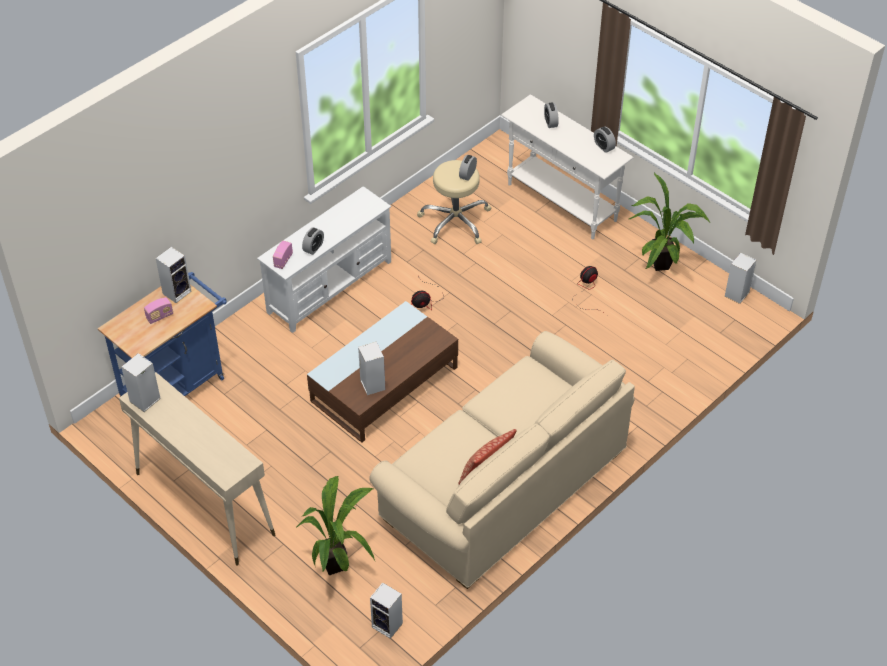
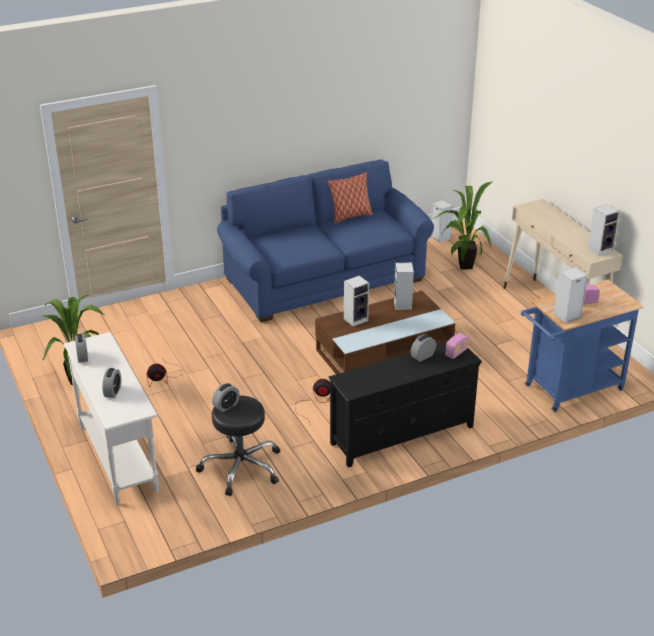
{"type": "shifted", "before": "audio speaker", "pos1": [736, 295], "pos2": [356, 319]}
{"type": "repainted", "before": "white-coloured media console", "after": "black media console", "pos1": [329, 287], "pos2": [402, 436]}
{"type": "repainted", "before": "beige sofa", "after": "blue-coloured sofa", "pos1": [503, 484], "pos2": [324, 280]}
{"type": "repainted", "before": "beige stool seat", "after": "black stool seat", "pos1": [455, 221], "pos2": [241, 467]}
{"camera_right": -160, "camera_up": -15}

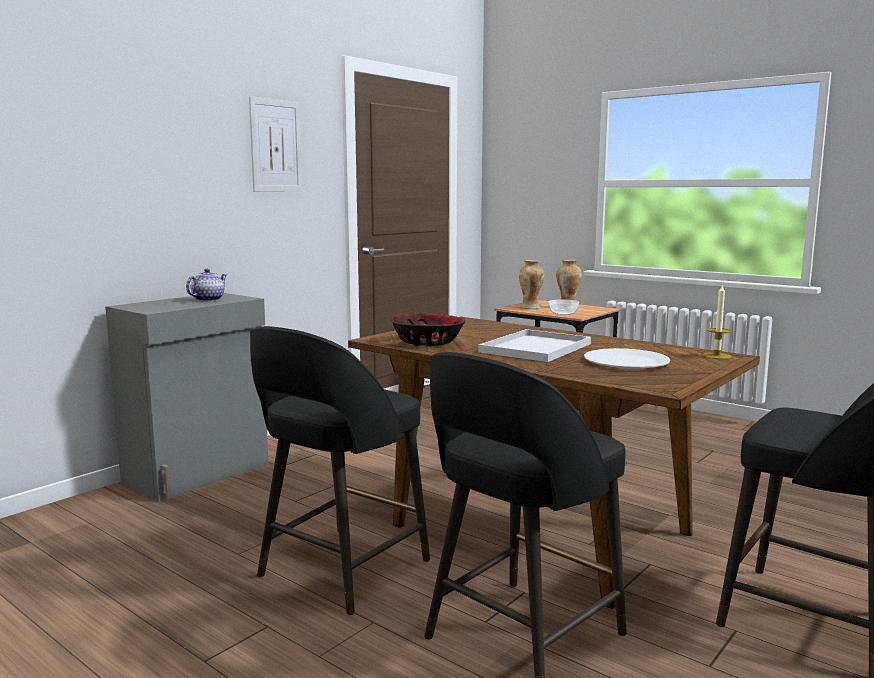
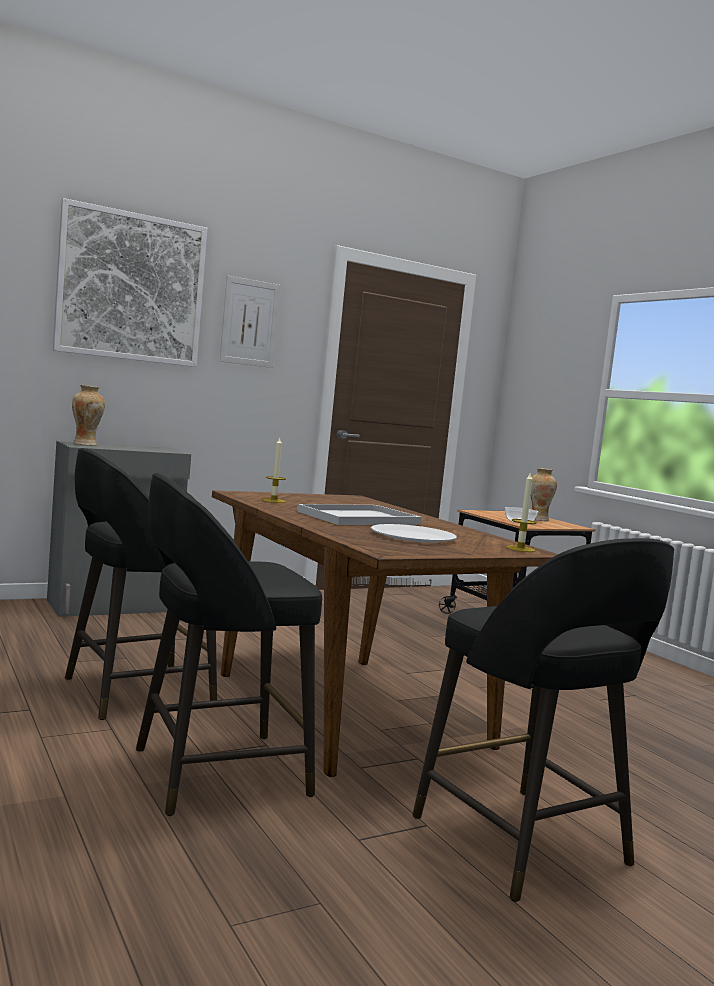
{"type": "gone", "before": "tea pot", "pos1": [208, 300]}
{"type": "new", "after": "wall picture", "pos2": [131, 287]}
{"type": "shifted", "before": "decorative vase", "pos1": [530, 308], "pos2": [86, 445]}
{"type": "swapped", "before": "serving bowl", "after": "wax candle", "pos1": [428, 342], "pos2": [273, 501]}
{"camera_right": 20, "camera_up": -5}

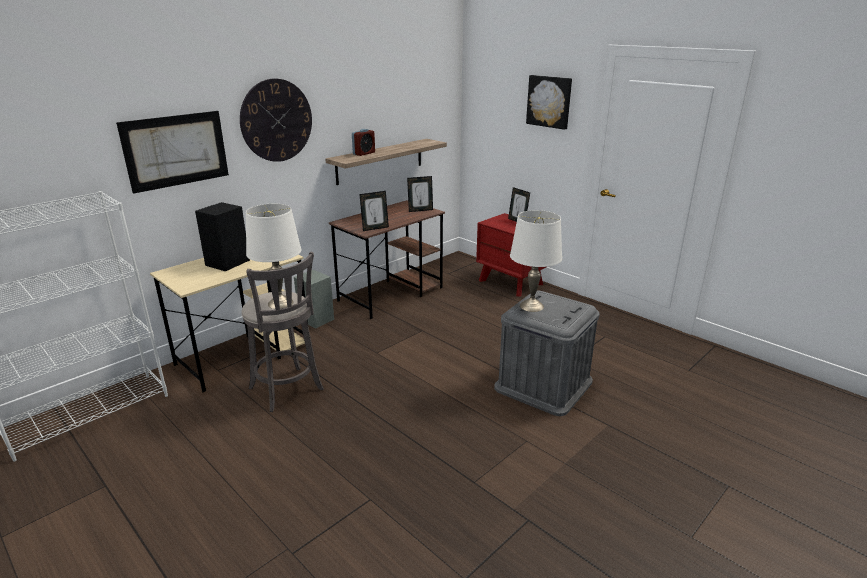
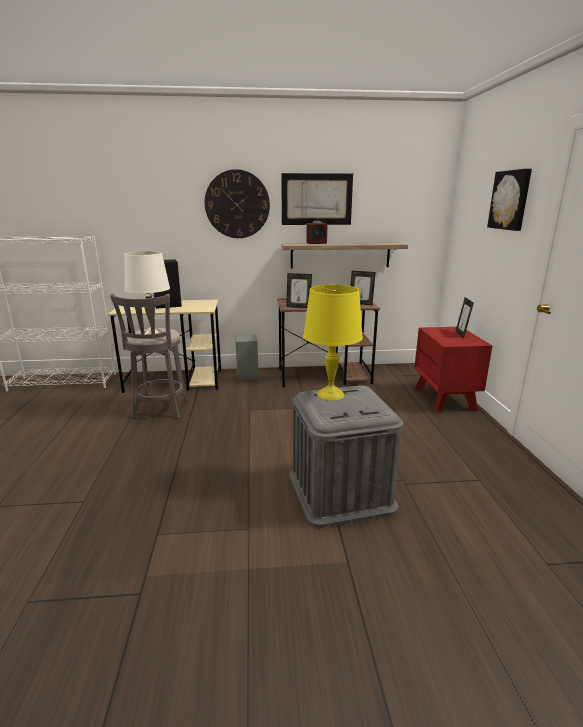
{"type": "shifted", "before": "wall picture", "pos1": [176, 150], "pos2": [316, 199]}
{"type": "repainted", "before": "white-coloured lamp for a table", "after": "yellow-coloured lamp for a table", "pos1": [531, 306], "pos2": [331, 394]}
{"camera_right": 40, "camera_up": -5}

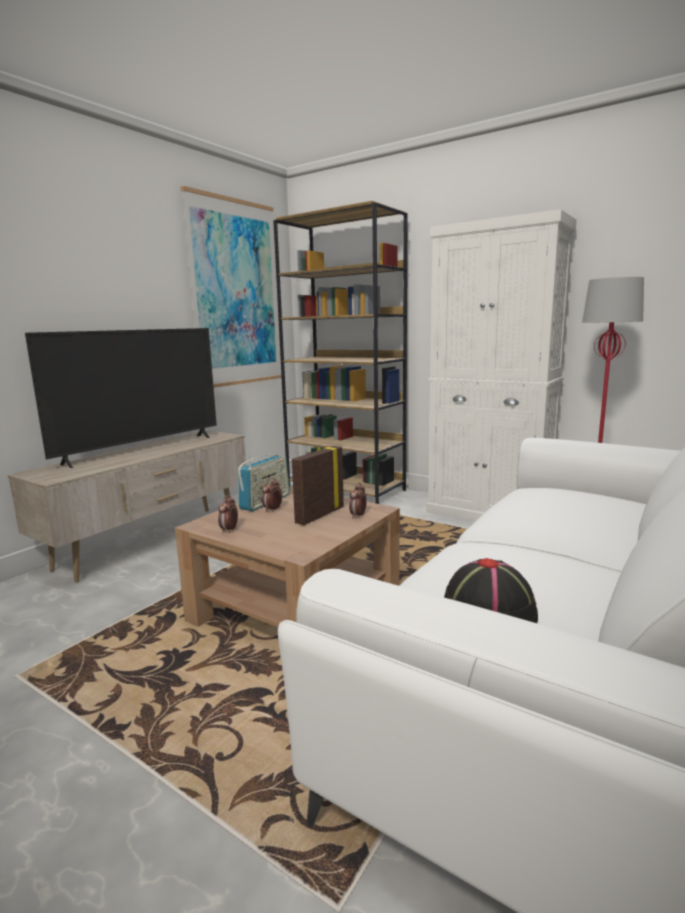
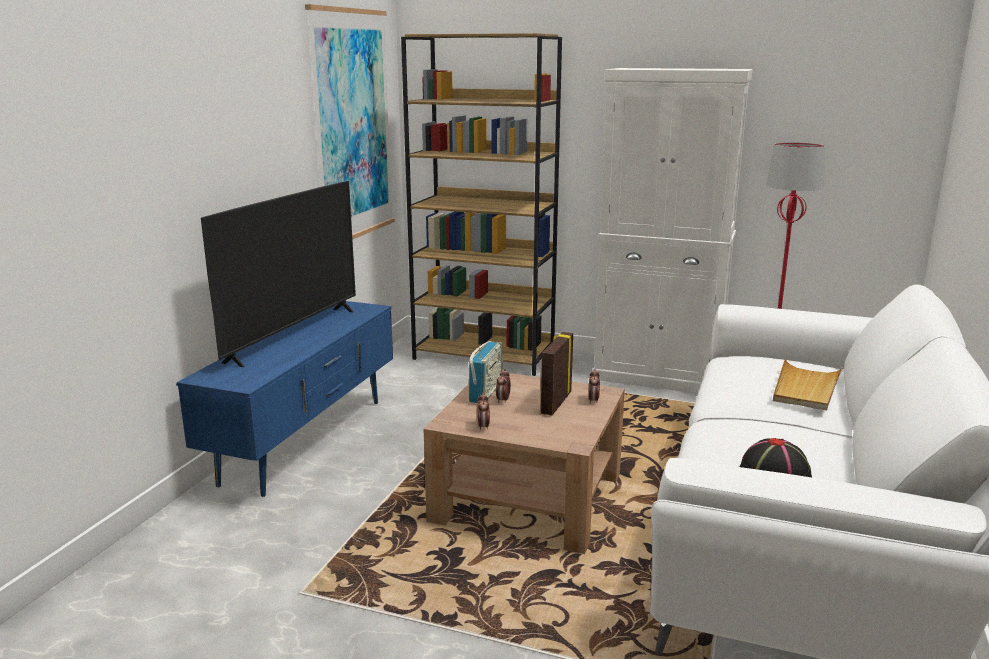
{"type": "new", "after": "beige tray", "pos2": [805, 388]}
{"type": "repainted", "before": "beige media console", "after": "blue-coloured media console", "pos1": [152, 541], "pos2": [306, 441]}
{"camera_right": -15, "camera_up": 5}

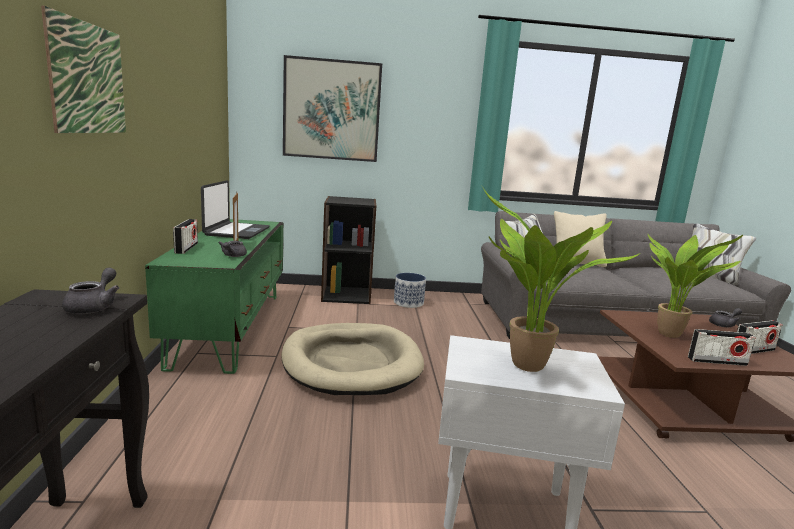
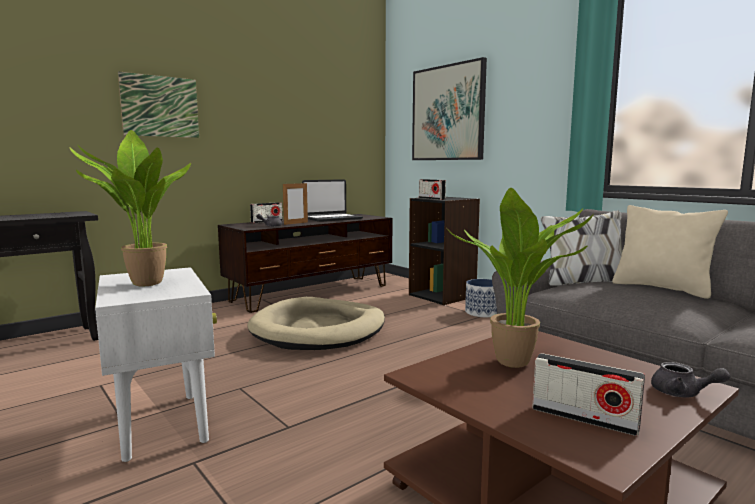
{"type": "gone", "before": "grey tea pot", "pos1": [94, 307]}
{"type": "shifted", "before": "radio set", "pos1": [717, 361], "pos2": [431, 199]}
{"type": "repainted", "before": "green-coloured media console", "after": "brownish media console", "pos1": [231, 327], "pos2": [312, 293]}
{"camera_right": 55, "camera_up": -5}

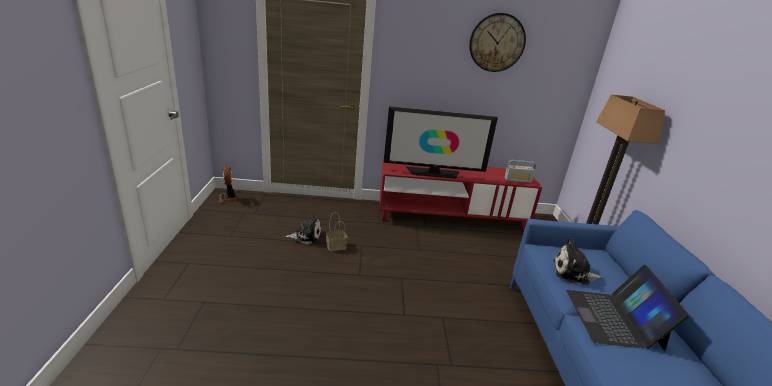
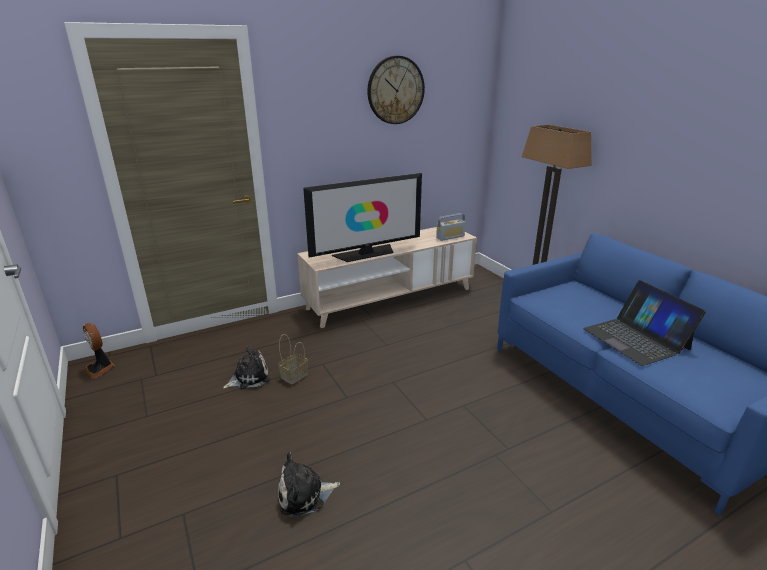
{"type": "shifted", "before": "soft toy", "pos1": [573, 273], "pos2": [304, 495]}
{"type": "repainted", "before": "reddish media console", "after": "beige media console", "pos1": [451, 217], "pos2": [390, 298]}
{"camera_right": -25, "camera_up": 0}

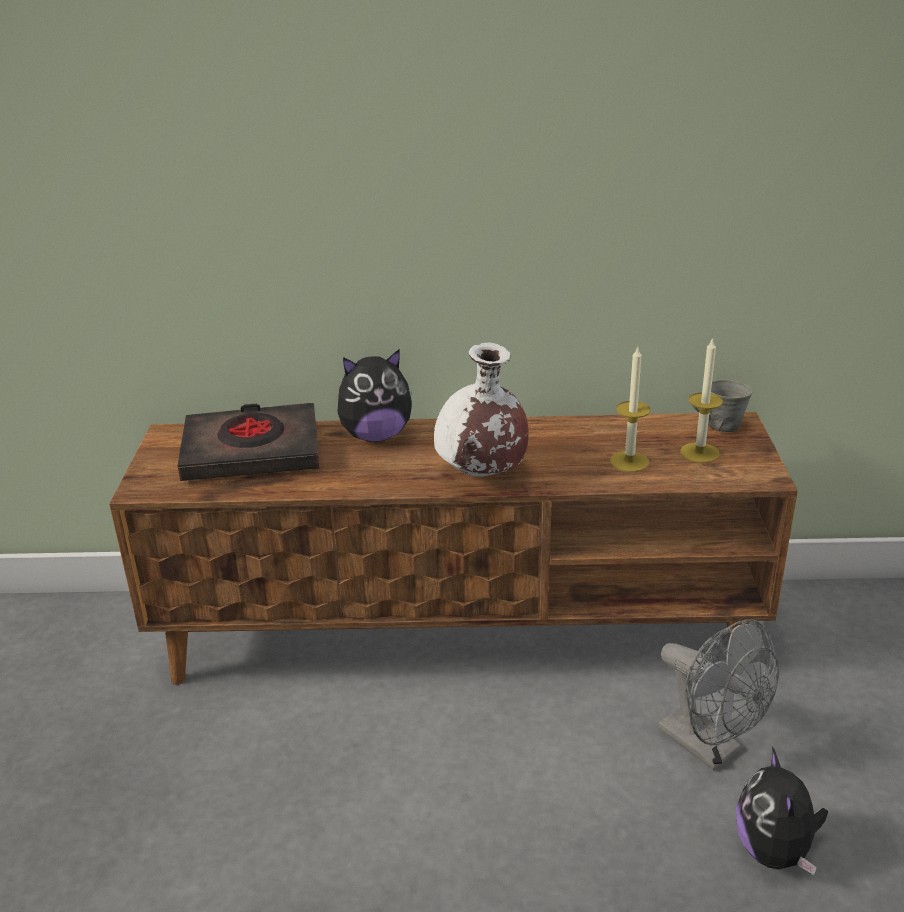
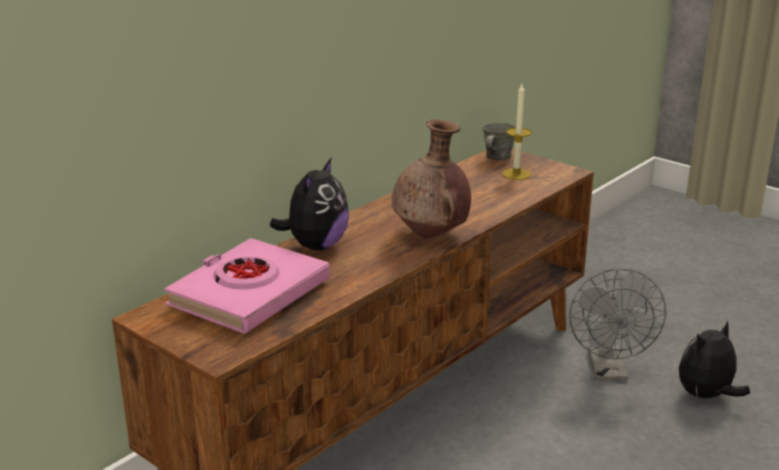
{"type": "gone", "before": "wax candle", "pos1": [629, 461]}
{"type": "repainted", "before": "black book", "after": "pinkish book", "pos1": [252, 451], "pos2": [249, 294]}
{"type": "repainted", "before": "white-coloured decorative vase", "after": "brownish decorative vase", "pos1": [481, 474], "pos2": [431, 235]}
{"type": "rotated", "before": "grey fan", "pos1": [709, 747], "pos2": [609, 371], "turn": 90}
{"type": "rotated", "before": "soft toy", "pos1": [775, 851], "pos2": [706, 396], "turn": 105}
{"camera_right": -50, "camera_up": -5}

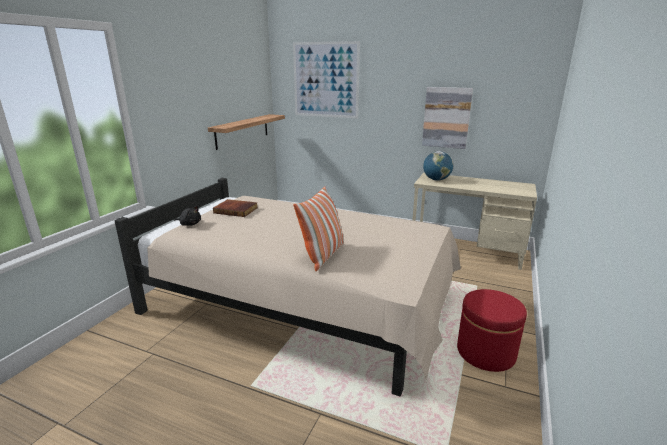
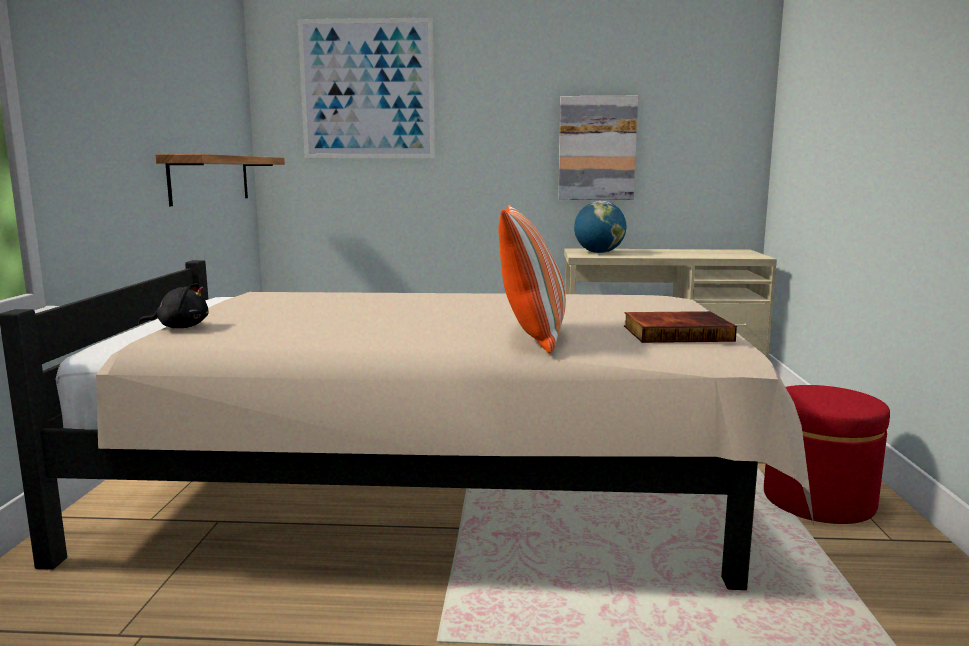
{"type": "shifted", "before": "book", "pos1": [236, 210], "pos2": [677, 333]}
{"camera_right": -20, "camera_up": -10}

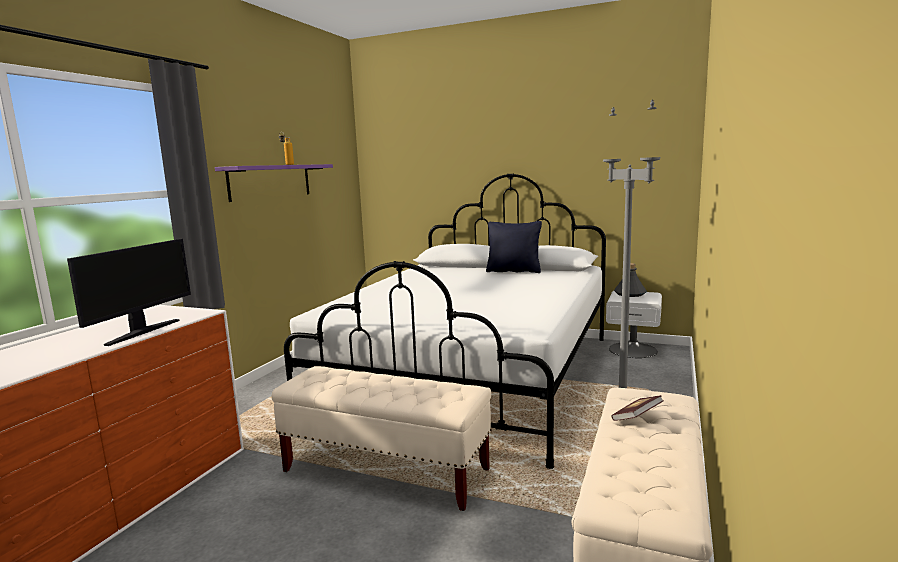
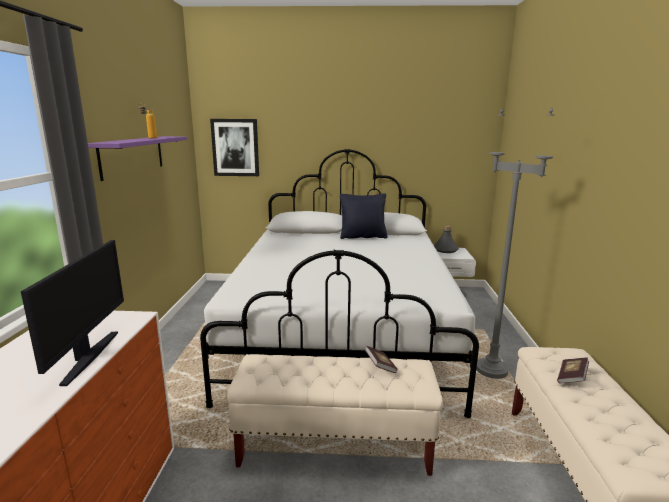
{"type": "new", "after": "wall picture", "pos2": [235, 147]}
{"type": "new", "after": "book", "pos2": [380, 366]}
{"camera_right": -20, "camera_up": 5}

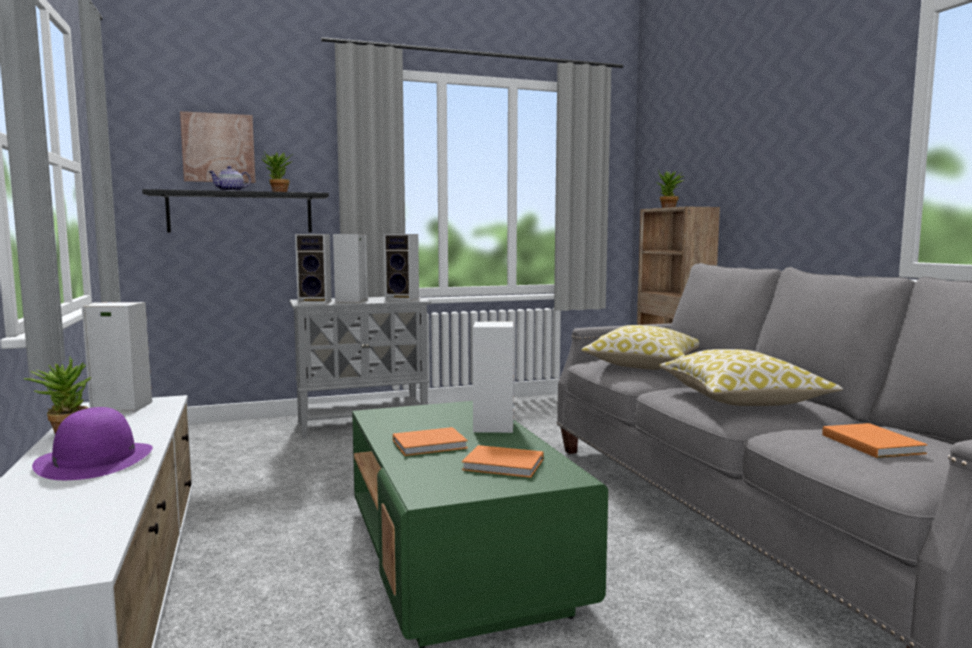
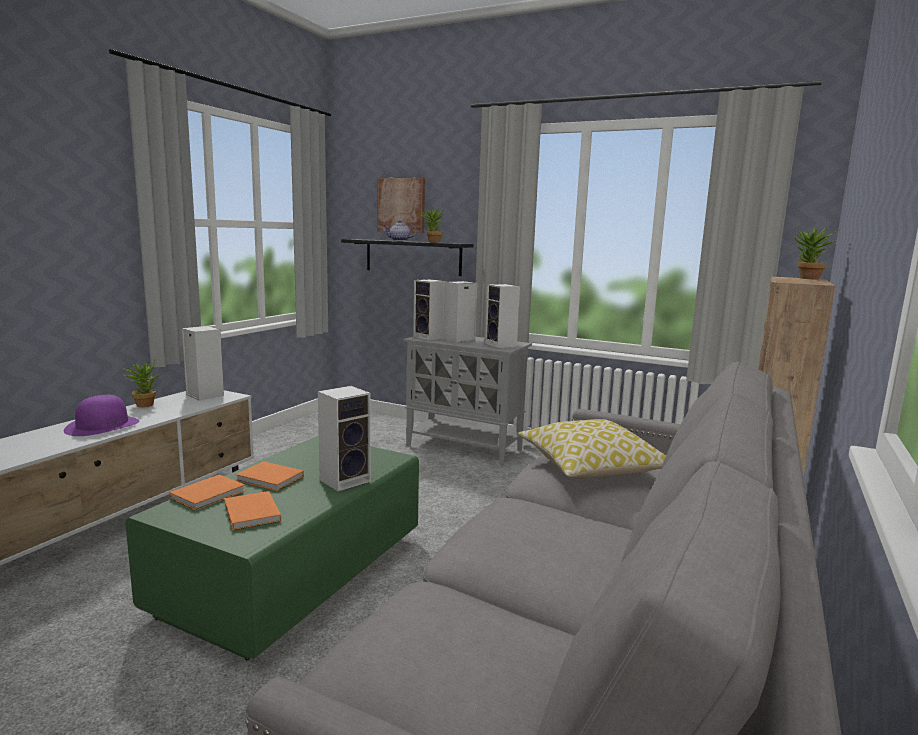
{"type": "gone", "before": "pillow", "pos1": [742, 399]}
{"type": "shifted", "before": "orange book", "pos1": [871, 443], "pos2": [210, 494]}
{"camera_right": 45, "camera_up": 5}

